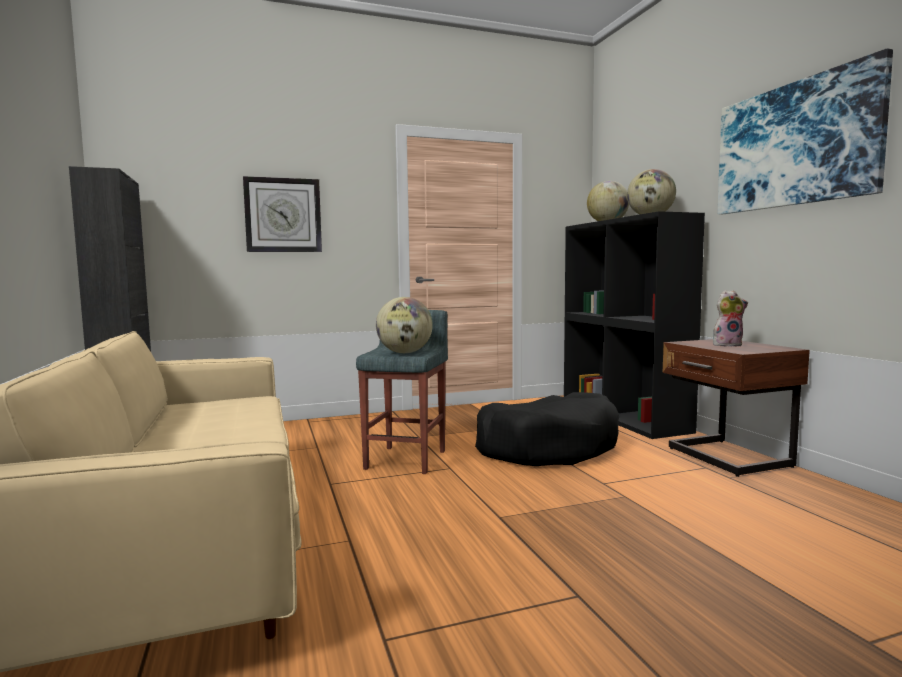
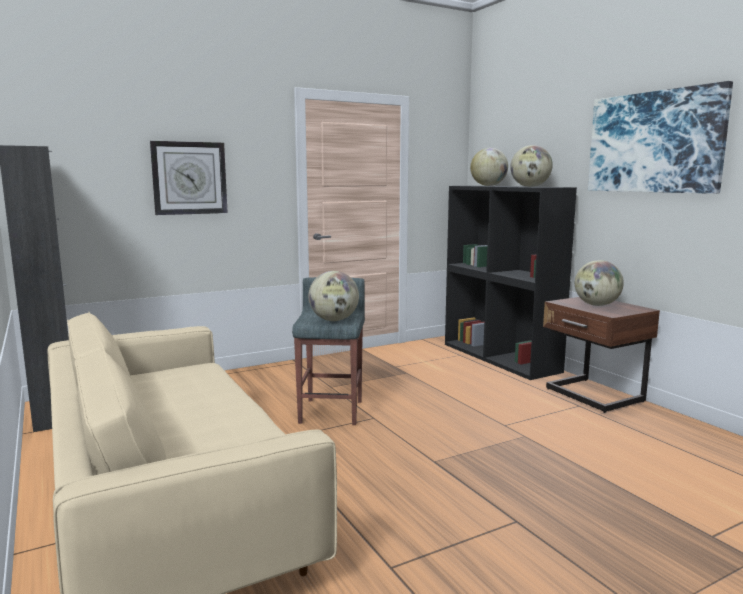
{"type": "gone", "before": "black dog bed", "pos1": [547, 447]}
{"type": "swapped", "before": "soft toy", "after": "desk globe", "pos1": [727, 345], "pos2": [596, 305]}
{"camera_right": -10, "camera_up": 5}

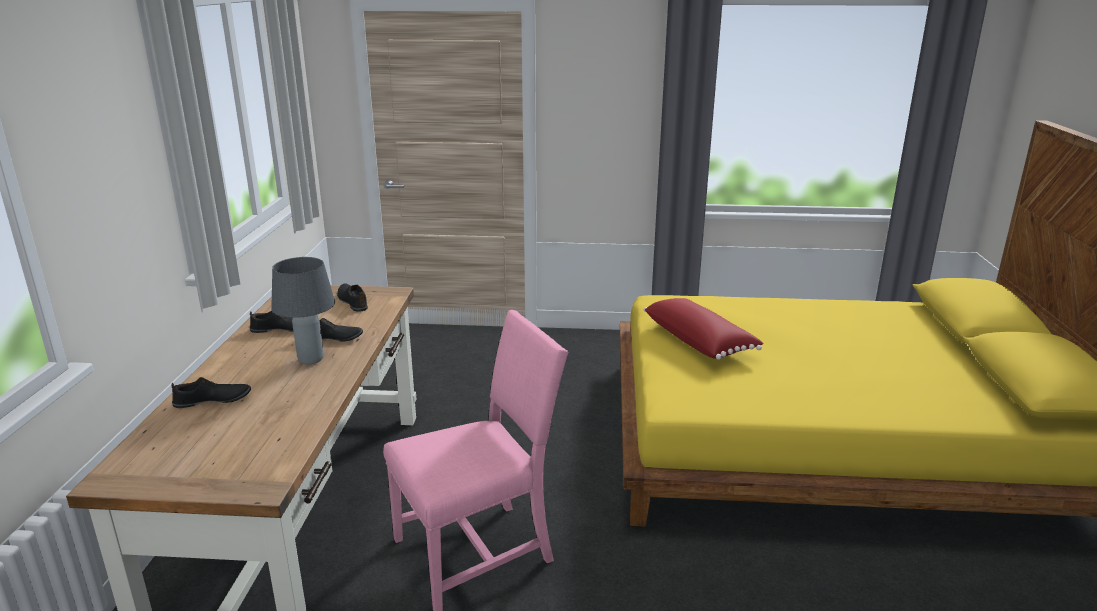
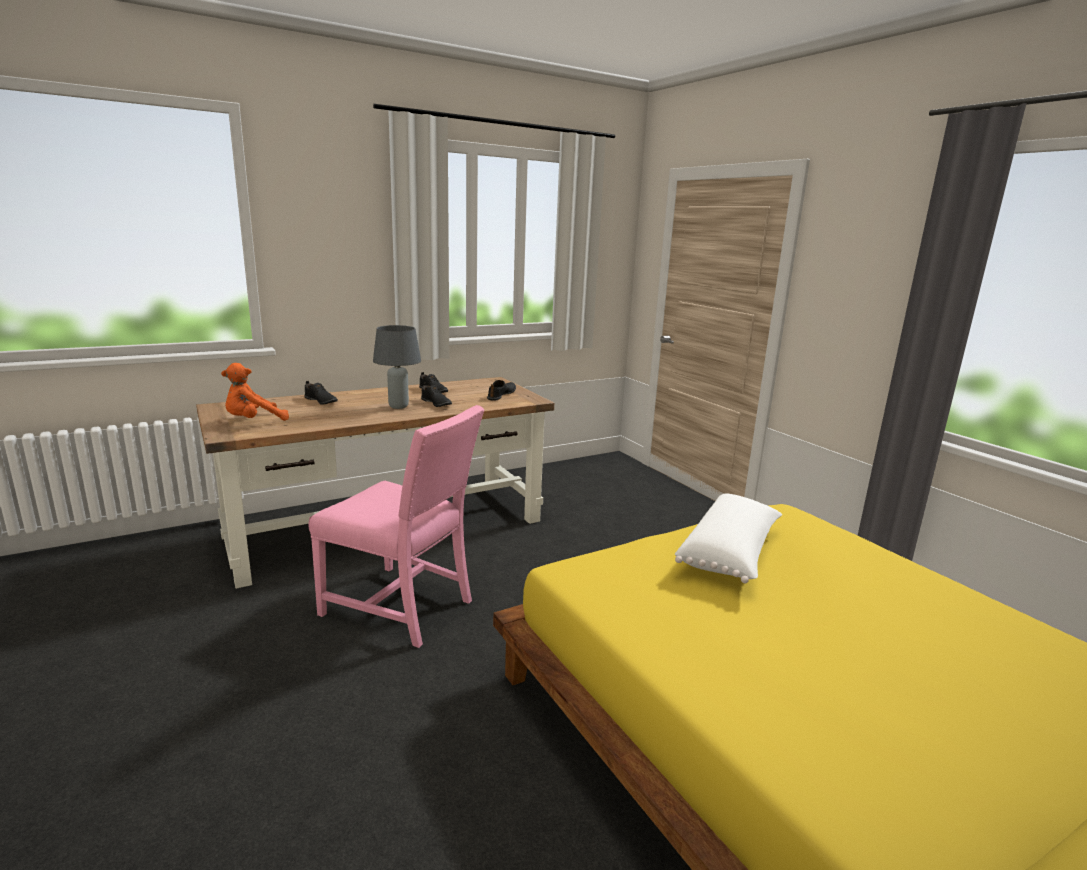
{"type": "new", "after": "orange soft toy", "pos2": [253, 421]}
{"type": "repainted", "before": "reddish pillow", "after": "white-coloured pillow", "pos1": [699, 341], "pos2": [731, 553]}
{"camera_right": 55, "camera_up": -5}

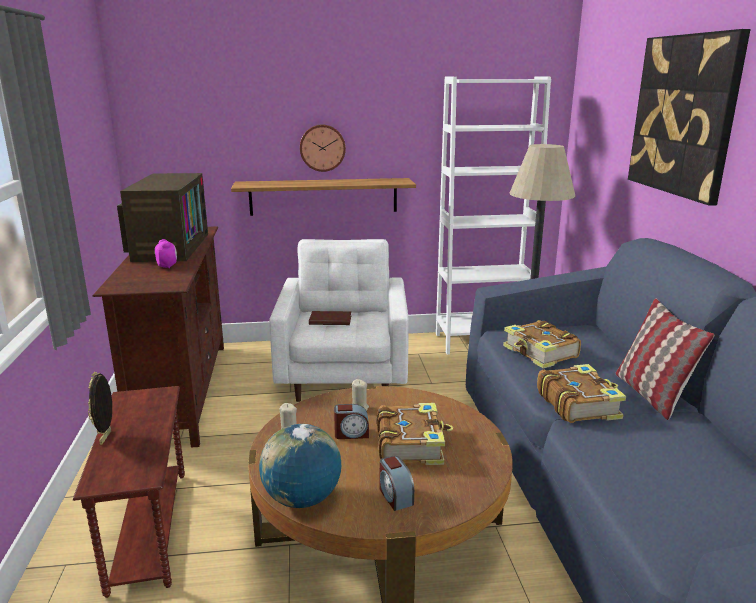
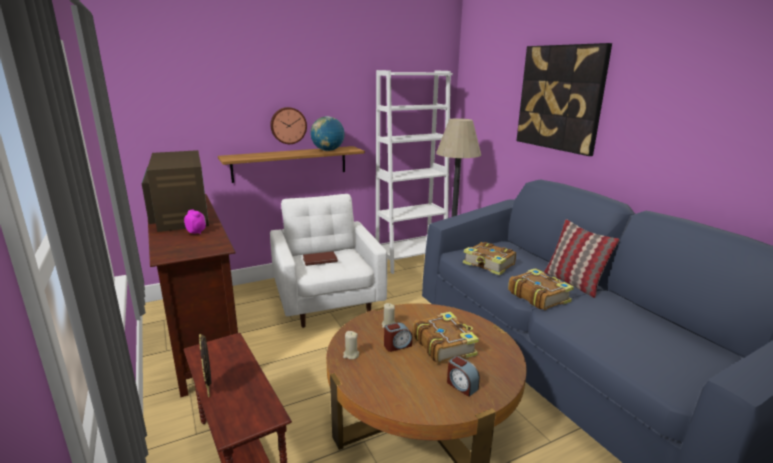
{"type": "shifted", "before": "desk globe", "pos1": [302, 499], "pos2": [328, 150]}
{"camera_right": -20, "camera_up": 0}

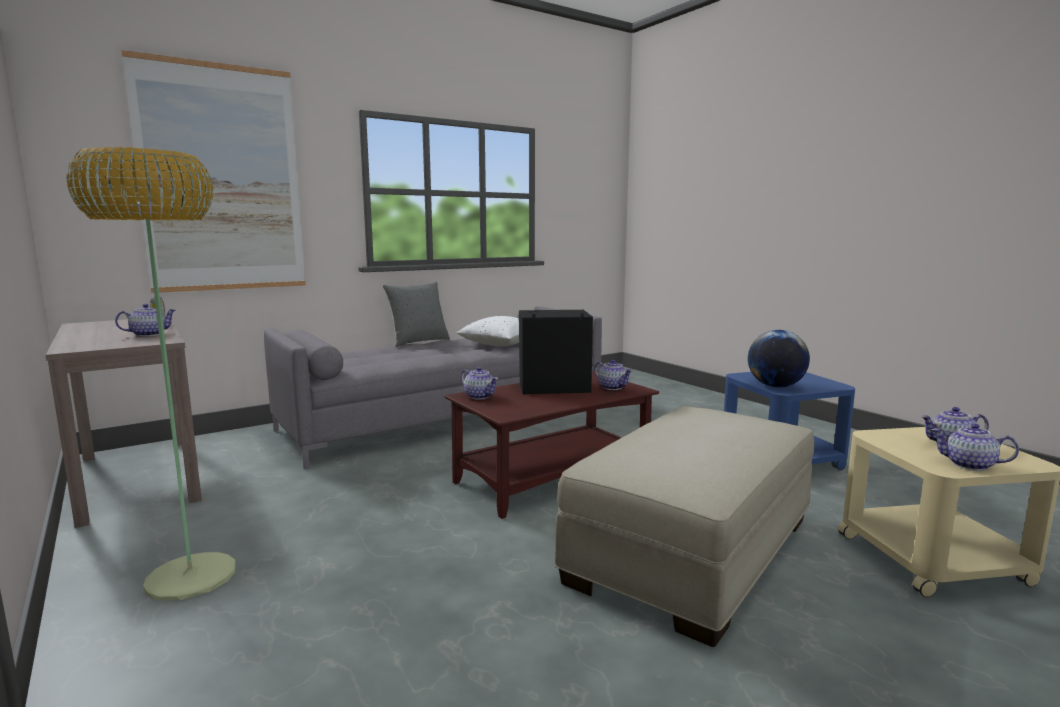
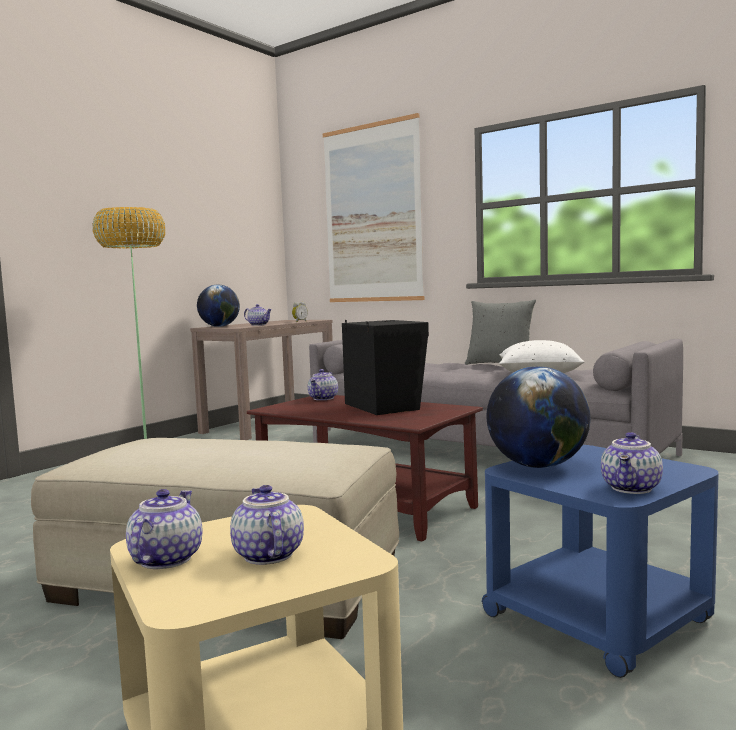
{"type": "new", "after": "desk globe", "pos2": [219, 326]}
{"type": "shifted", "before": "tea pot", "pos1": [613, 387], "pos2": [632, 488]}
{"camera_right": 70, "camera_up": -5}

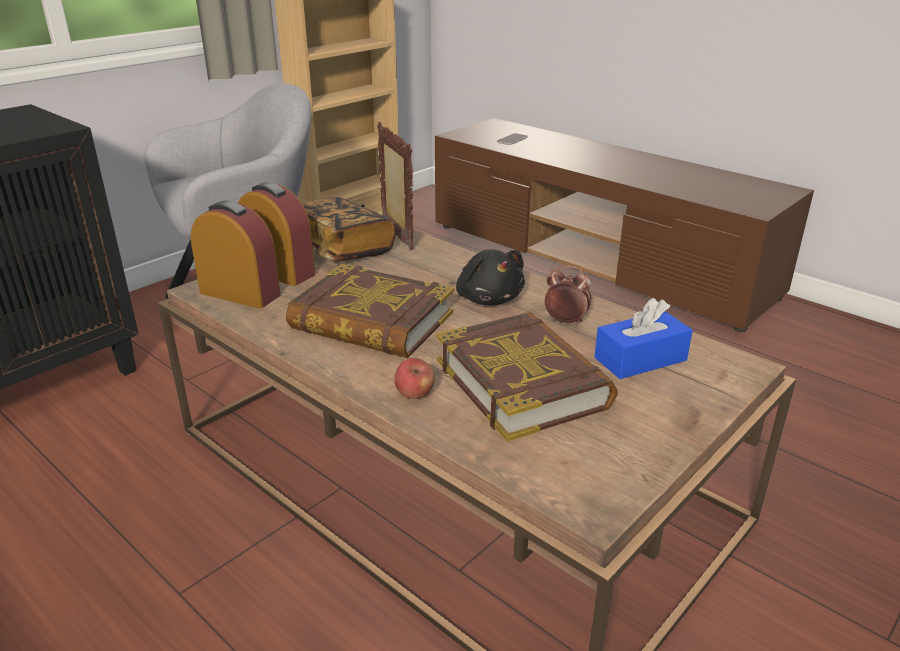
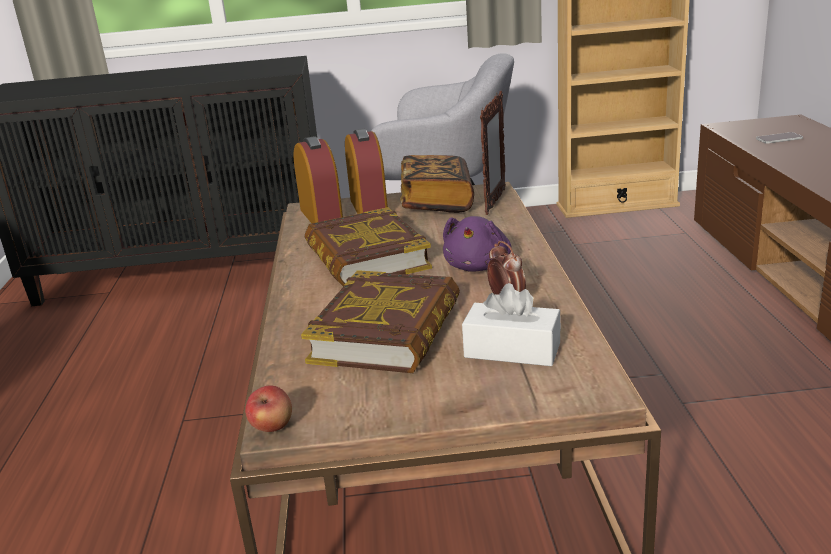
{"type": "shifted", "before": "apple fruit", "pos1": [414, 394], "pos2": [272, 427]}
{"type": "repainted", "before": "black soft toy", "after": "purple soft toy", "pos1": [488, 298], "pos2": [478, 266]}
{"type": "repainted", "before": "blue-coloured tissue box", "after": "white-coloured tissue box", "pos1": [640, 359], "pos2": [512, 350]}
{"camera_right": 45, "camera_up": -5}

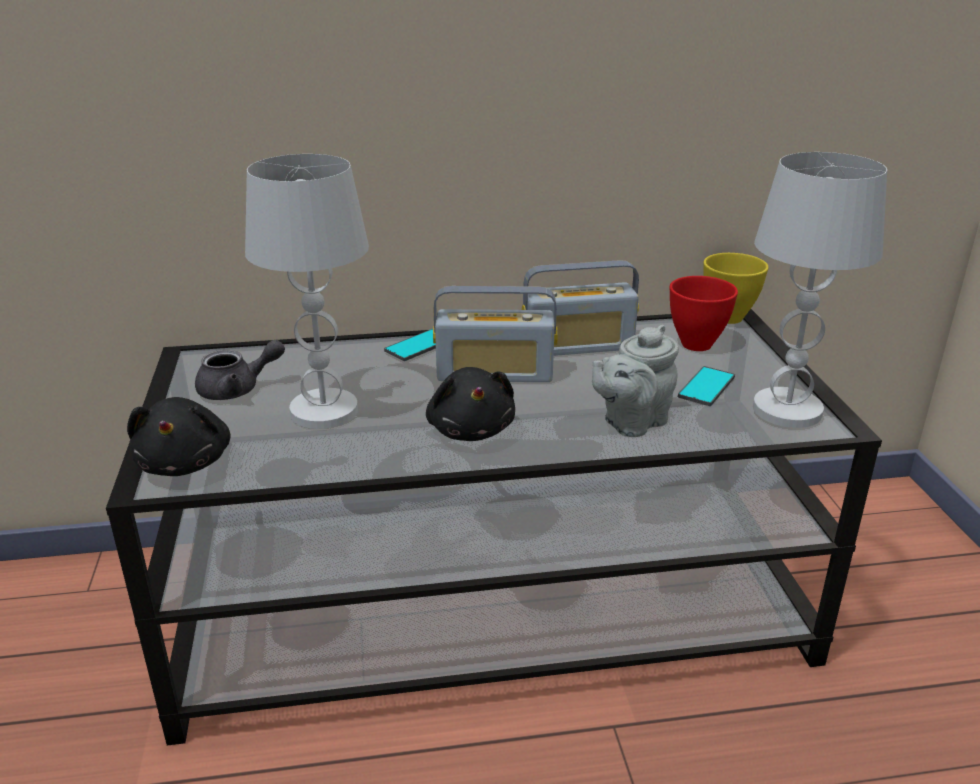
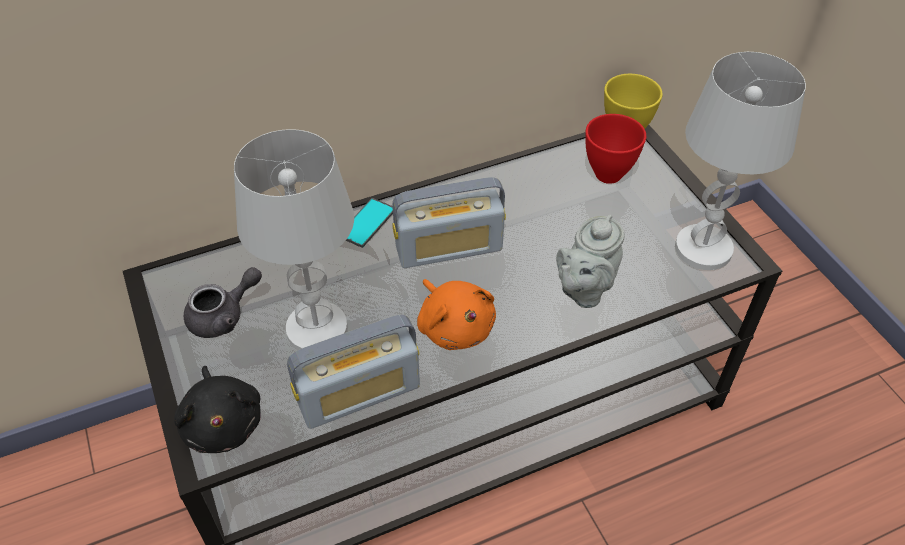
{"type": "gone", "before": "telephone", "pos1": [706, 387]}
{"type": "shifted", "before": "radio set", "pos1": [578, 346], "pos2": [359, 394]}
{"type": "repainted", "before": "black soft toy", "after": "orange soft toy", "pos1": [471, 430], "pos2": [455, 326]}
{"camera_right": -15, "camera_up": 20}

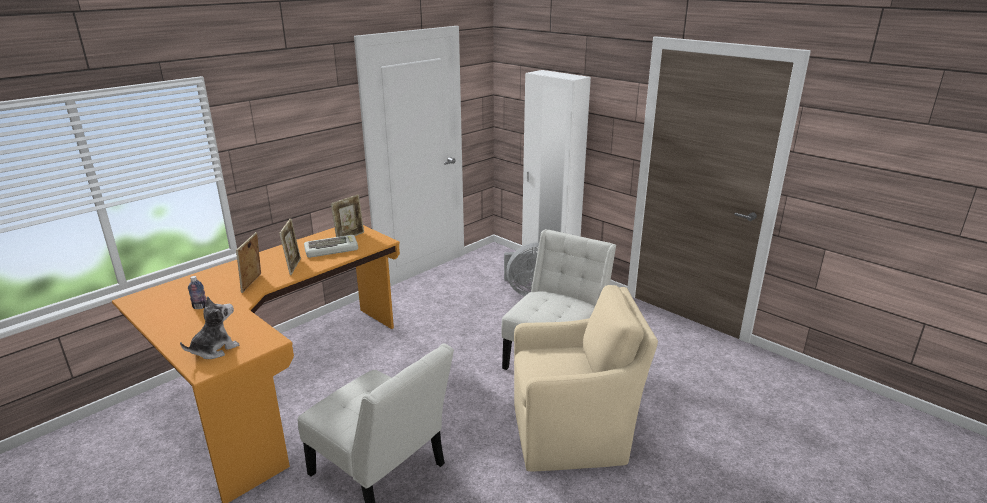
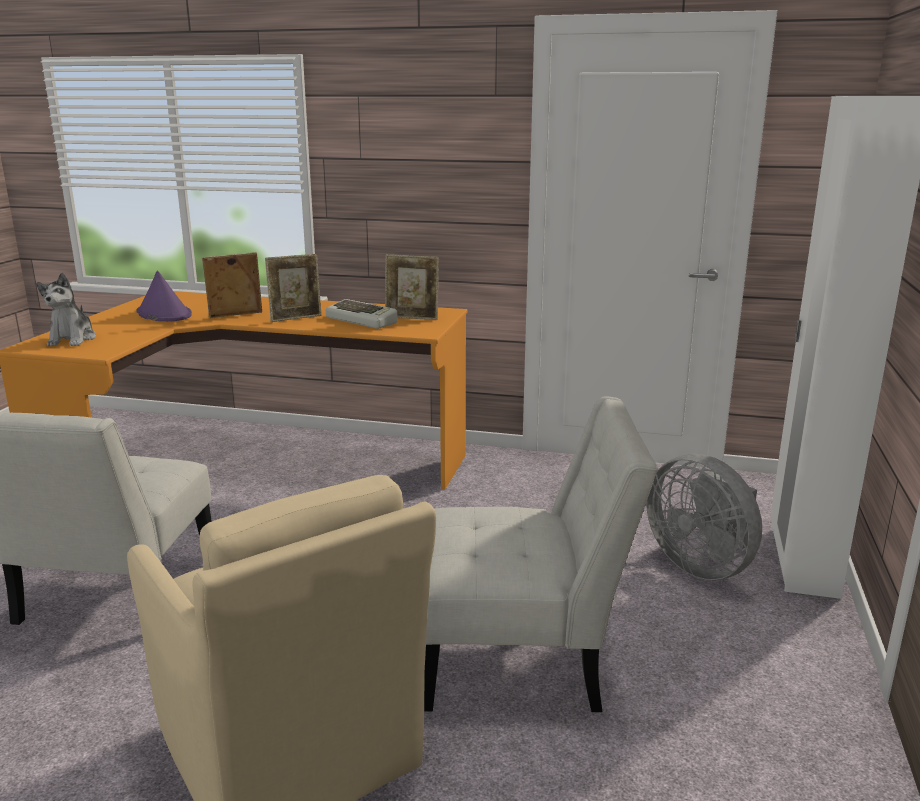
{"type": "swapped", "before": "beverage bottle", "after": "purple wearable hat", "pos1": [200, 307], "pos2": [163, 314]}
{"type": "rotated", "before": "soft toy", "pos1": [214, 349], "pos2": [72, 339], "turn": 75}
{"camera_right": 60, "camera_up": -5}

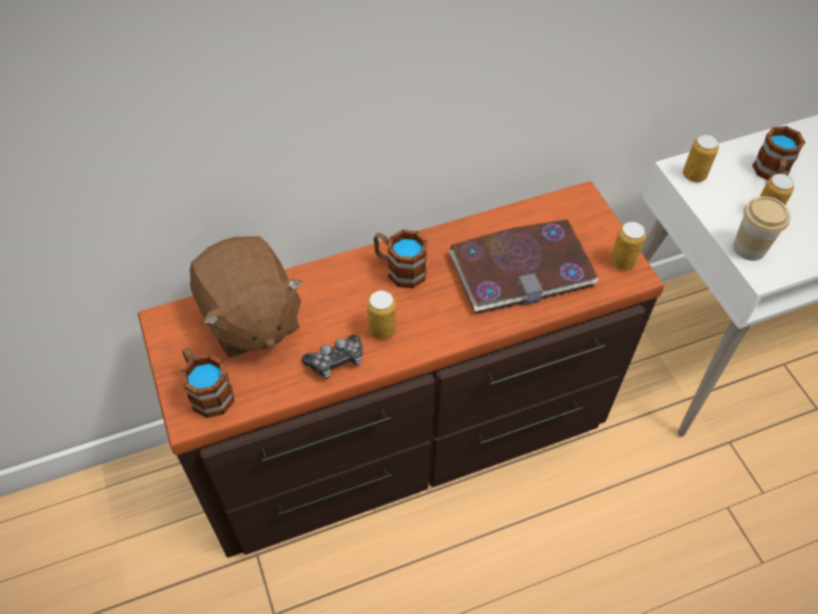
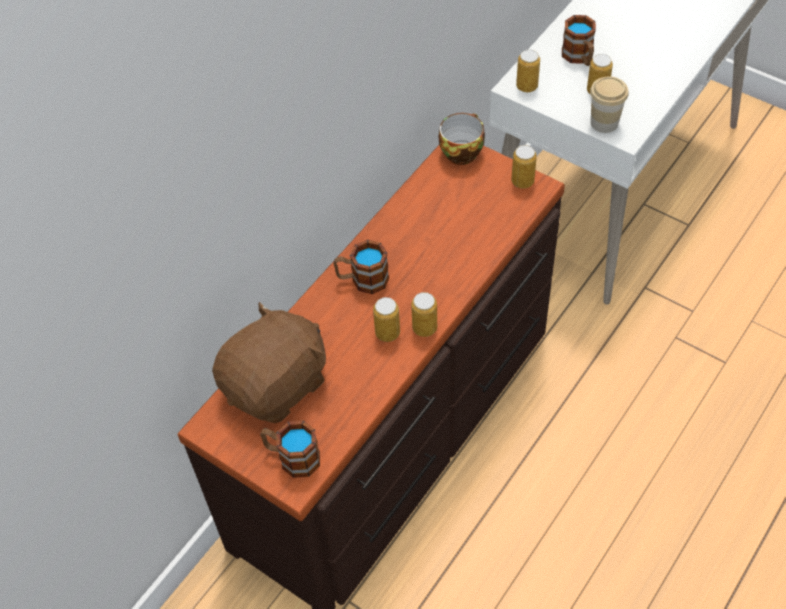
{"type": "gone", "before": "game controller", "pos1": [336, 361]}
{"type": "gone", "before": "book", "pos1": [521, 269]}
{"type": "new", "after": "sealed can", "pos2": [424, 328]}
{"type": "new", "after": "drinking cup", "pos2": [461, 151]}
{"type": "rotated", "before": "brownish soft toy", "pos1": [250, 319], "pos2": [277, 385], "turn": -75}
{"camera_right": -30, "camera_up": 0}

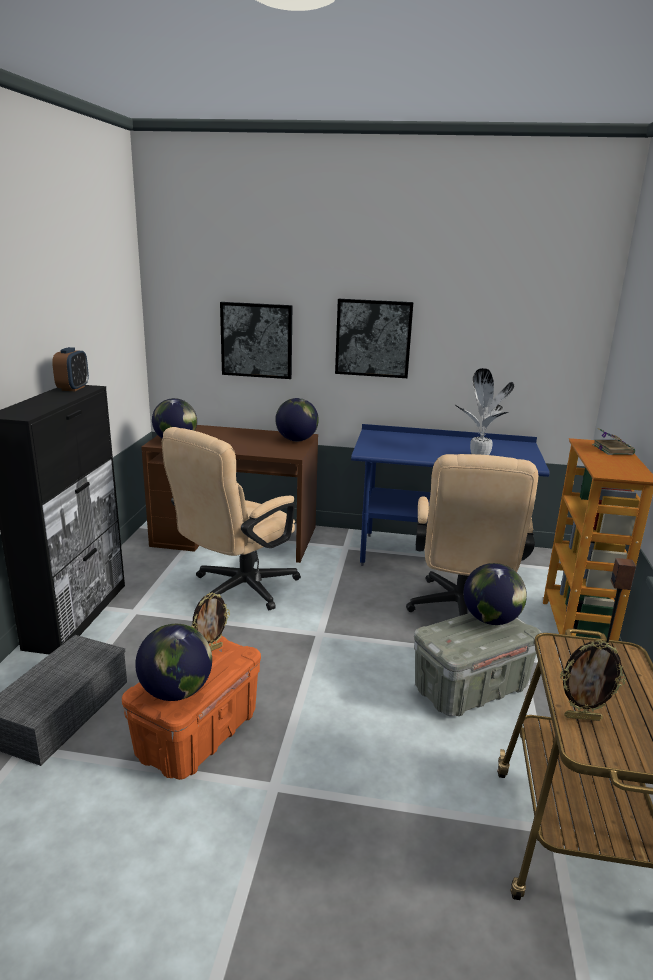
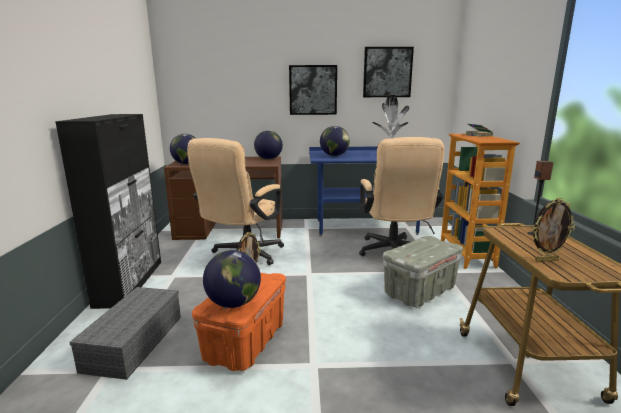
{"type": "gone", "before": "table clock", "pos1": [73, 388]}
{"type": "shifted", "before": "wall picture", "pos1": [257, 340], "pos2": [387, 72]}
{"type": "shifted", "before": "desk globe", "pos1": [491, 620], "pos2": [334, 155]}
{"camera_right": -10, "camera_up": -5}

